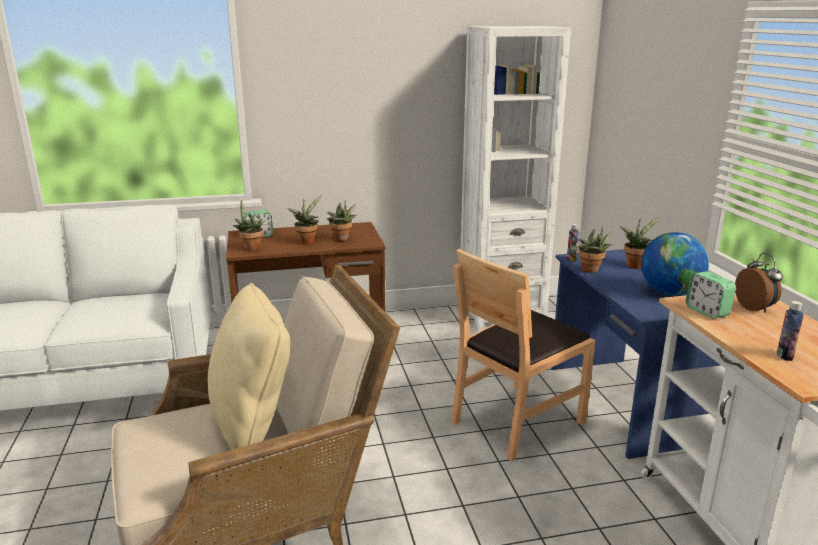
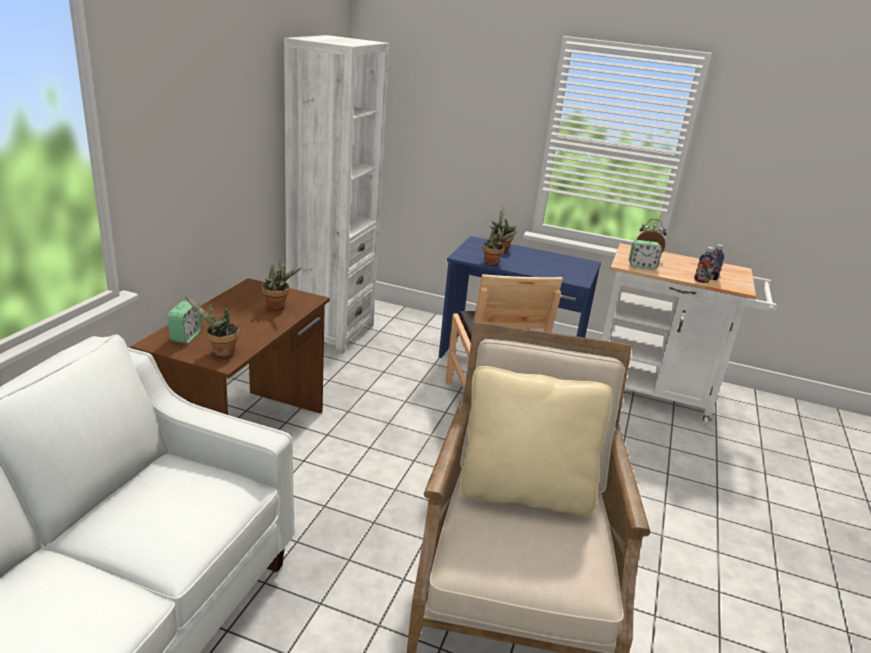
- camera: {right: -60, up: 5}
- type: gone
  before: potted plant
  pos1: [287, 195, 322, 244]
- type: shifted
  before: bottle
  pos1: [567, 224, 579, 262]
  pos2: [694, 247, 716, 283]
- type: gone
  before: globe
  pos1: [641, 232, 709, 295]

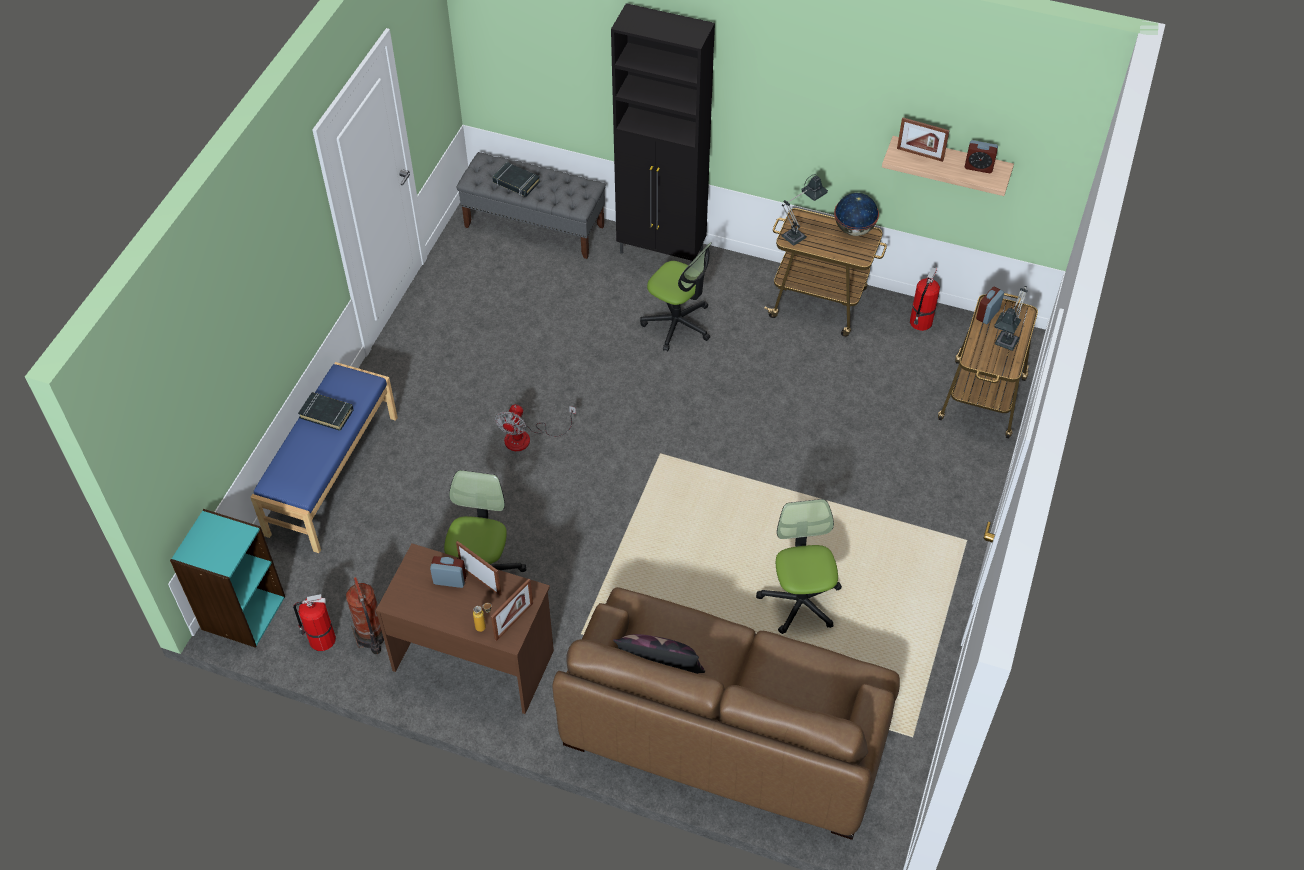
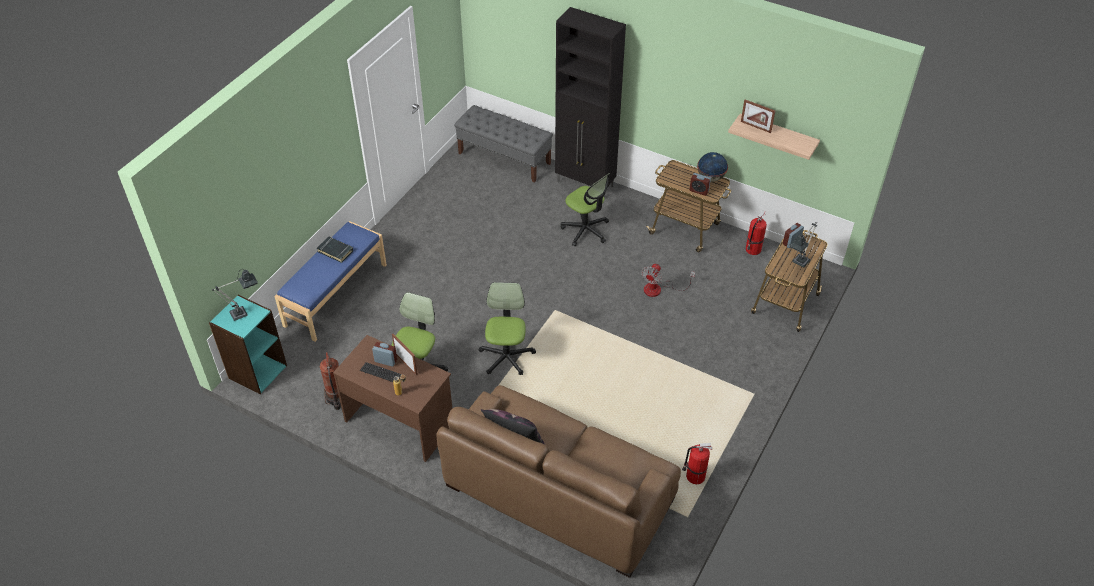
- camera: {right: 10, up: -5}
- type: shifted
  before: alarm clock
  pos1: [965, 140, 998, 173]
  pos2: [689, 173, 711, 196]
- type: gone
  before: black book
  pos1: [492, 162, 540, 197]
- type: shifted
  before: table lamp
  pos1: [781, 174, 828, 246]
  pos2: [212, 269, 258, 321]
- type: shifted
  before: fan
  pos1: [495, 404, 576, 451]
  pos2: [641, 264, 695, 297]
- type: shifted
  before: office chair
  pos1: [756, 499, 842, 634]
  pos2: [479, 282, 536, 375]
- type: gone
  before: picture frame
  pos1: [491, 579, 533, 641]
- type: shifted
  before: fire extinguisher
  pos1: [293, 594, 336, 651]
  pos2: [682, 443, 712, 484]
- type: new
  after: keyboard
  pos2: [360, 362, 402, 382]

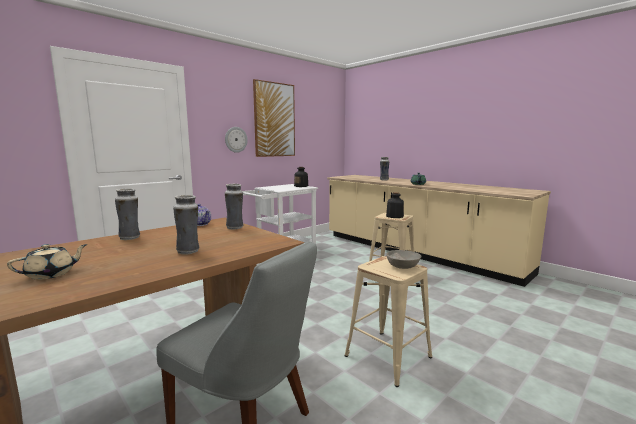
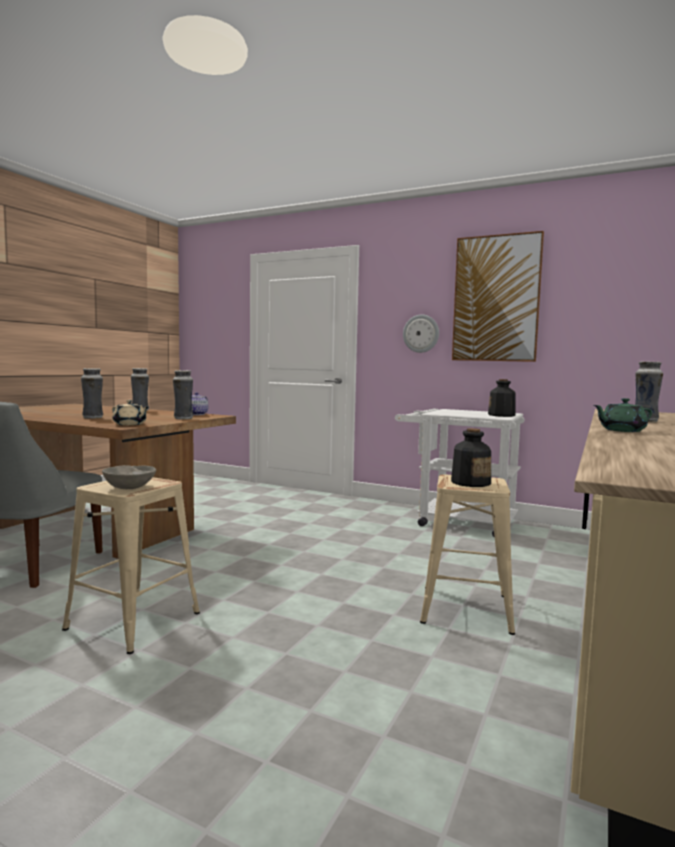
- camera: {right: 70, up: -5}
- type: shifted
  before: beige teapot
  pos1: [7, 244, 88, 280]
  pos2: [112, 400, 148, 425]

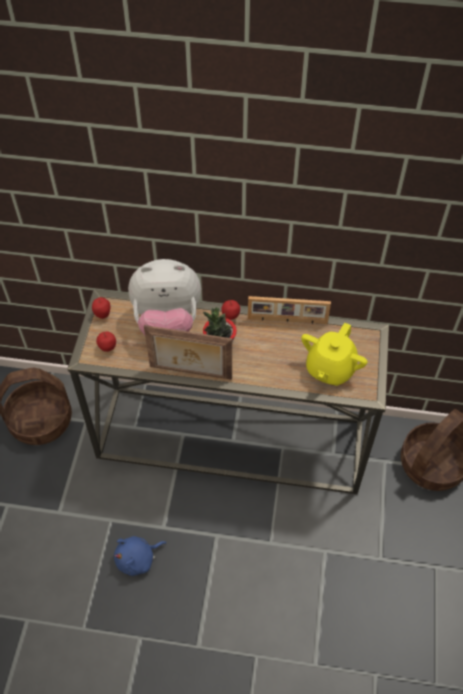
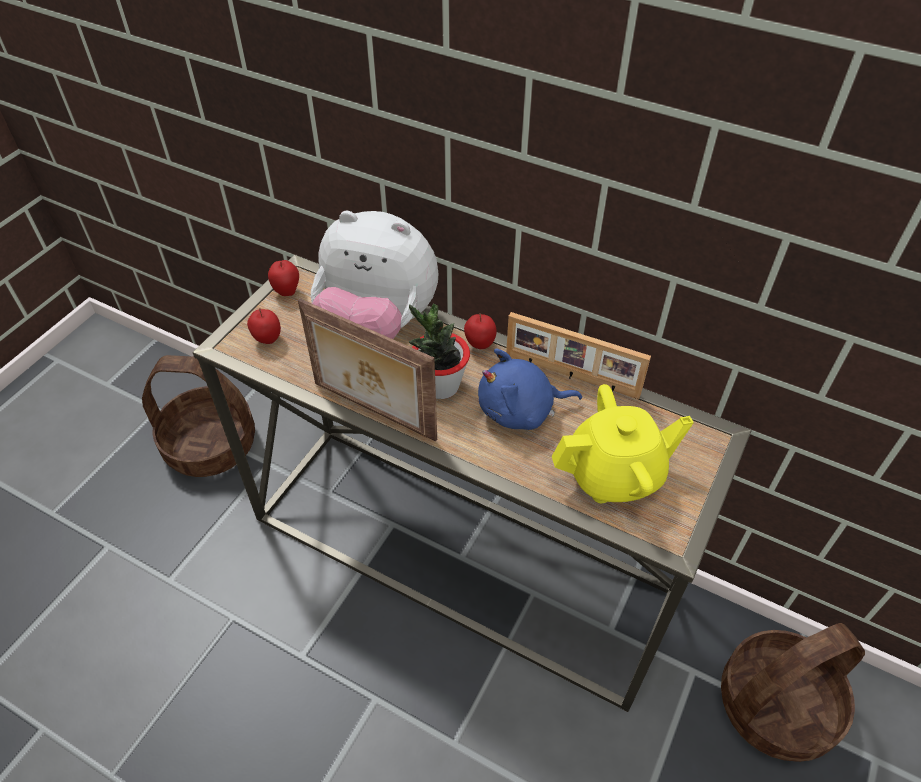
- camera: {right: 20, up: -5}
- type: rotated
  before: yellow teapot
  pos1: [301, 322, 368, 386]
  pos2: [552, 384, 694, 503]
  turn: -150
- type: shifted
  before: blue plush toy
  pos1: [114, 536, 166, 576]
  pos2: [478, 348, 582, 430]

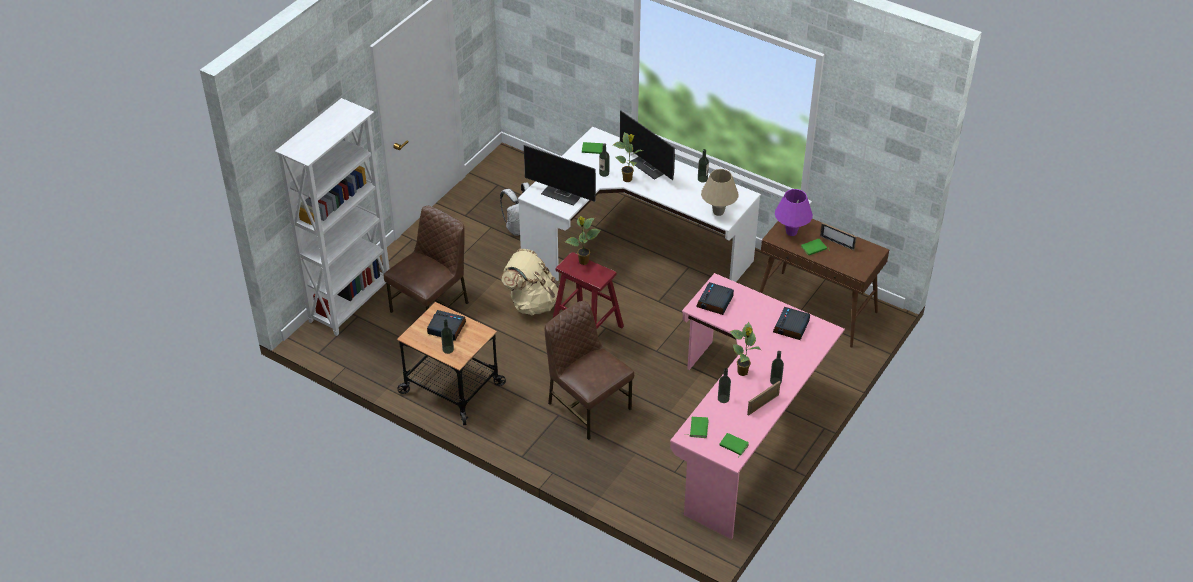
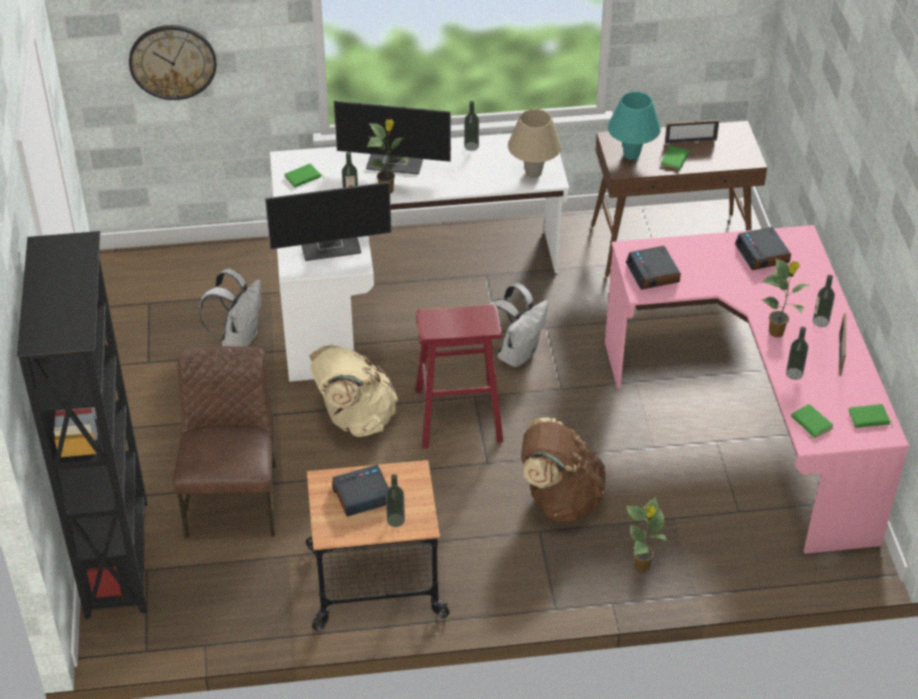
- camera: {right: -40, up: 0}
- type: repainted
  before: white bookcase
  after: black bookcase
  pos1: [275, 98, 391, 336]
  pos2: [17, 231, 148, 619]
- type: repainted
  before: purple table lamp
  after: turquoise table lamp
  pos1: [775, 189, 813, 236]
  pos2: [608, 91, 661, 160]
- type: shifted
  before: potted plant
  pos1: [565, 216, 601, 265]
  pos2: [626, 497, 667, 572]
- type: swapped
  before: brown chair
  after: brown backpack
  pos1: [545, 301, 634, 440]
  pos2: [521, 417, 606, 522]
- type: new
  after: wall clock
  pos2: [129, 25, 216, 100]
- type: new
  after: white backpack
  pos2: [488, 283, 549, 367]

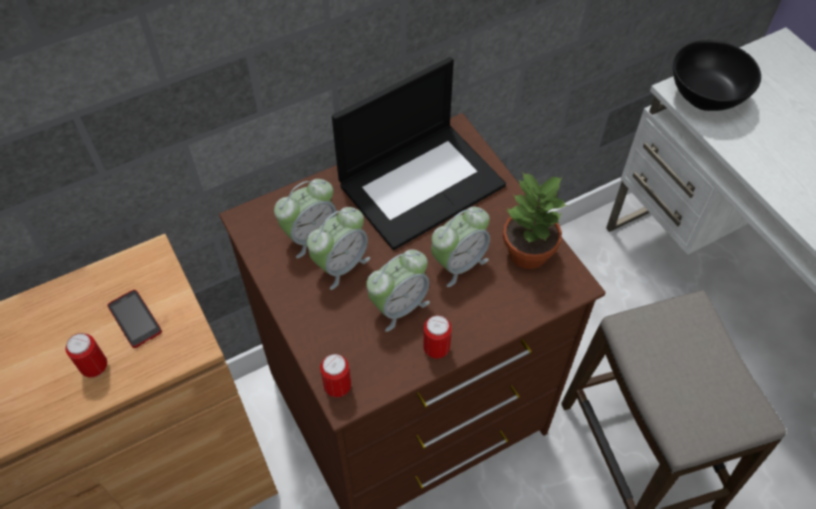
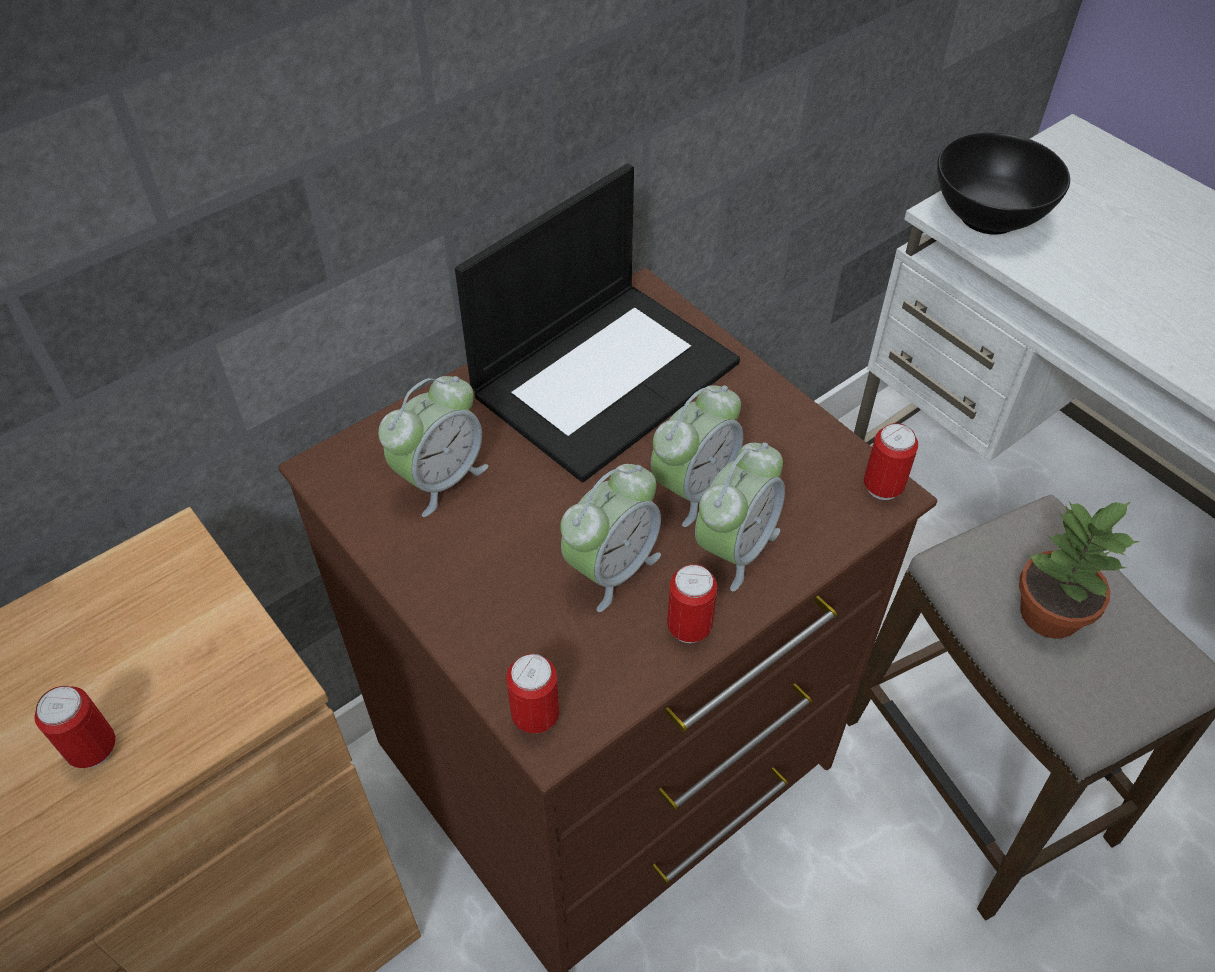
- camera: {right: -10, up: -5}
- type: shifted
  before: potted plant
  pos1: [503, 172, 568, 269]
  pos2: [1019, 501, 1140, 639]
- type: shifted
  before: alarm clock
  pos1: [307, 207, 370, 290]
  pos2: [695, 442, 785, 591]
- type: gone
  before: phone
  pos1: [108, 290, 162, 348]
- type: new
  after: can
  pos2: [864, 423, 918, 500]

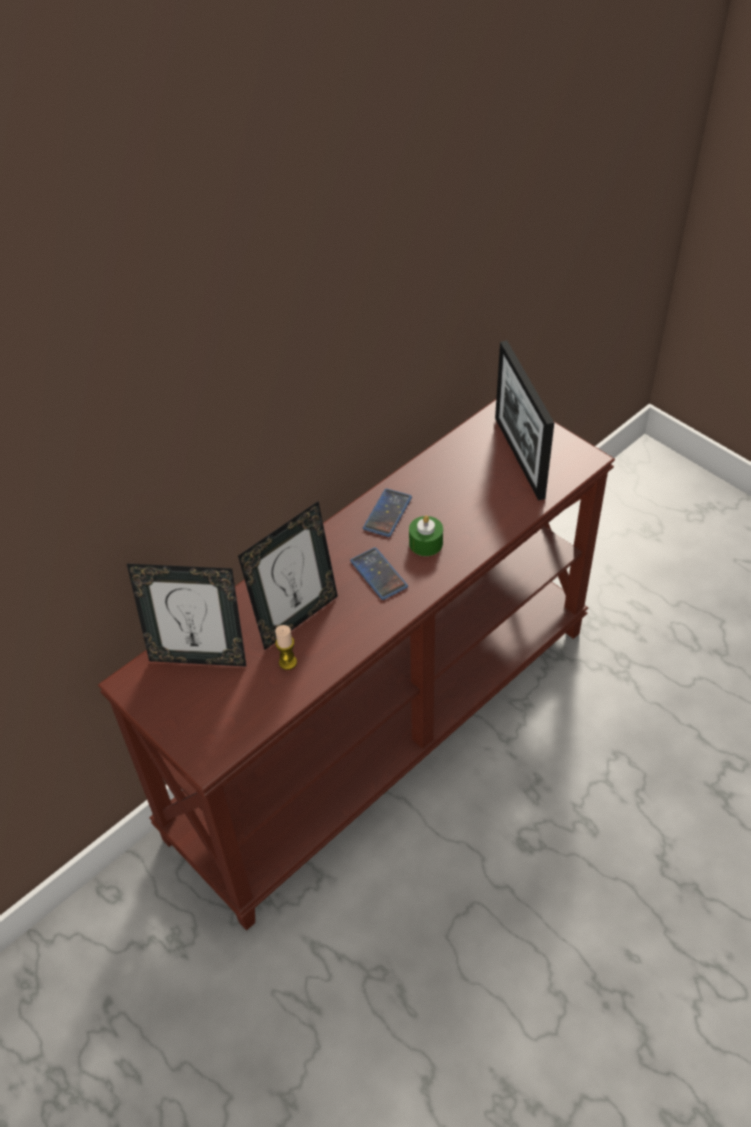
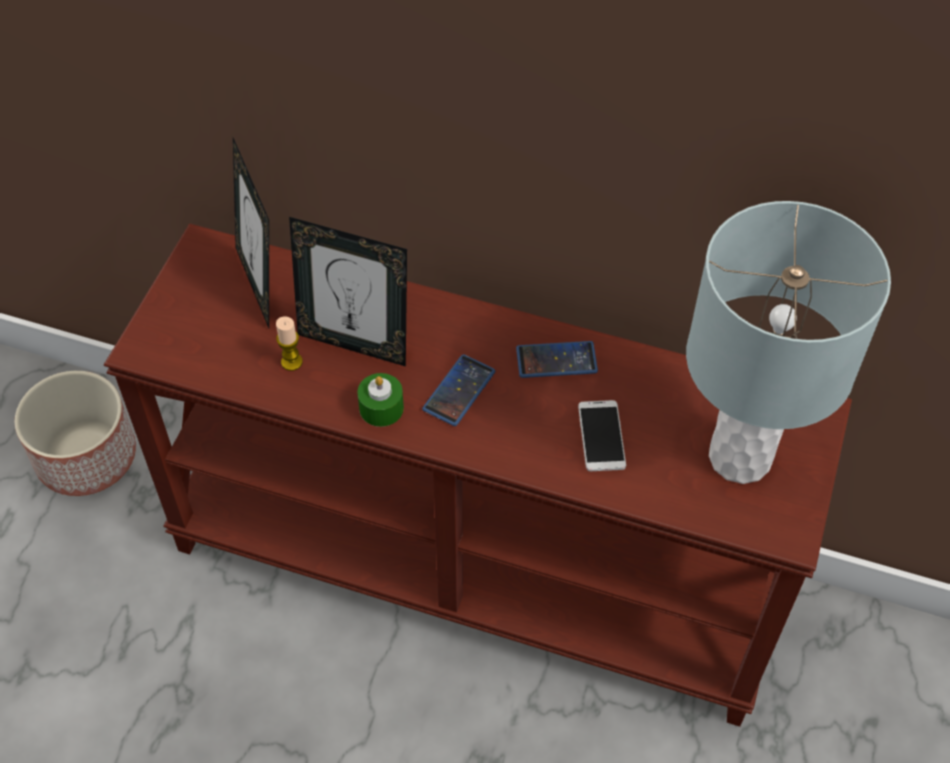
- camera: {right: 60, up: 5}
- type: swapped
  before: picture frame
  after: grey table lamp
  pos1: [495, 341, 554, 500]
  pos2: [686, 201, 891, 484]
- type: shifted
  before: green candle
  pos1: [409, 515, 443, 556]
  pos2: [358, 373, 404, 427]
- type: new
  after: planter
  pos2: [14, 371, 136, 496]
- type: new
  after: phone
  pos2: [578, 400, 626, 471]

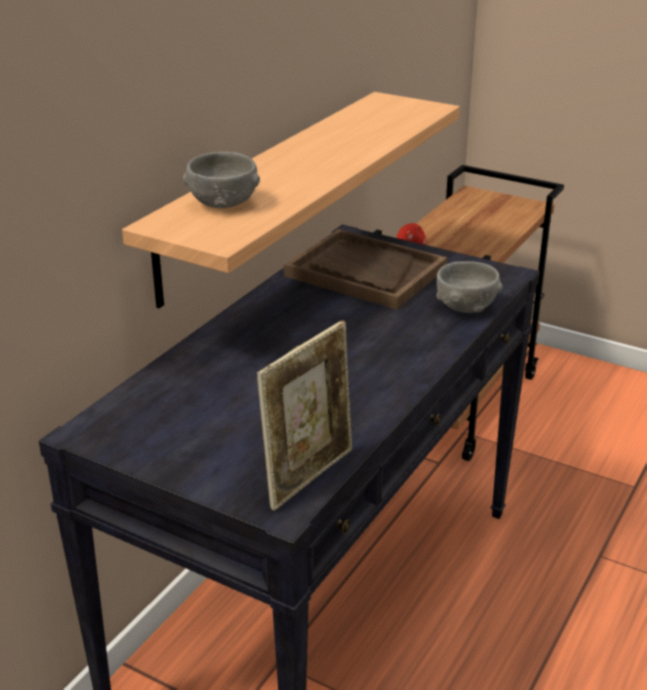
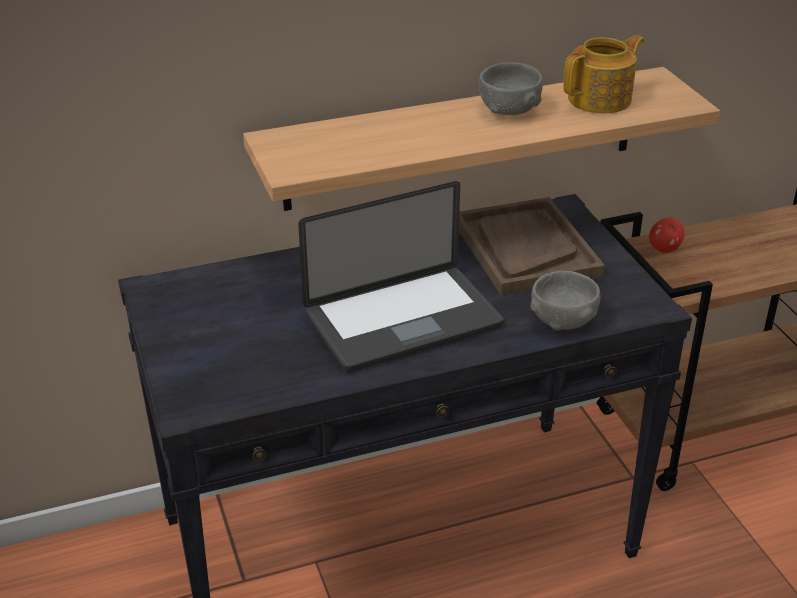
- camera: {right: 40, up: 5}
- type: shifted
  before: grey bowl
  pos1: [183, 152, 260, 208]
  pos2: [479, 62, 543, 115]
- type: gone
  before: picture frame
  pos1: [257, 321, 352, 511]
- type: new
  after: teapot
  pos2: [563, 35, 644, 113]
- type: new
  after: laptop
  pos2: [298, 181, 504, 372]

